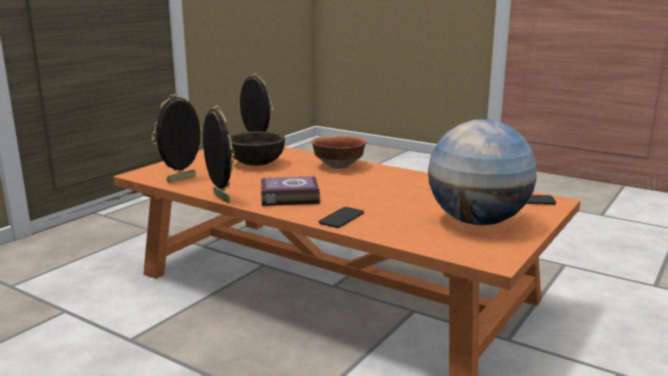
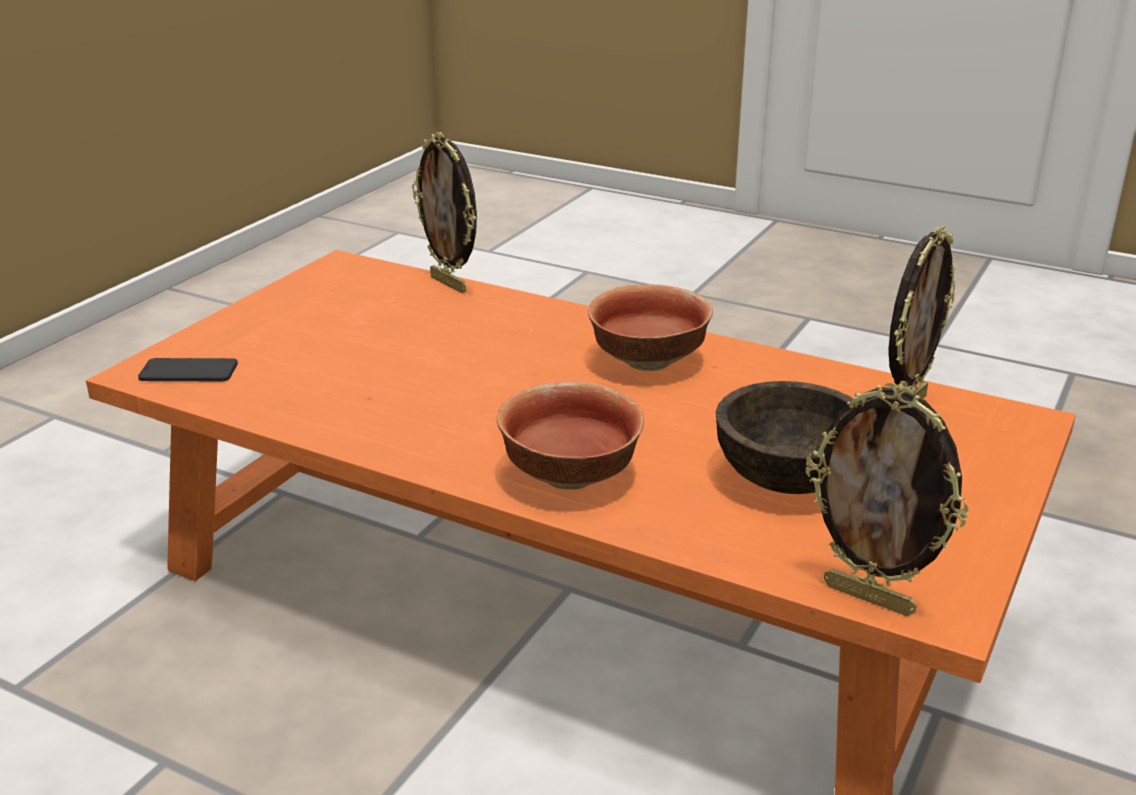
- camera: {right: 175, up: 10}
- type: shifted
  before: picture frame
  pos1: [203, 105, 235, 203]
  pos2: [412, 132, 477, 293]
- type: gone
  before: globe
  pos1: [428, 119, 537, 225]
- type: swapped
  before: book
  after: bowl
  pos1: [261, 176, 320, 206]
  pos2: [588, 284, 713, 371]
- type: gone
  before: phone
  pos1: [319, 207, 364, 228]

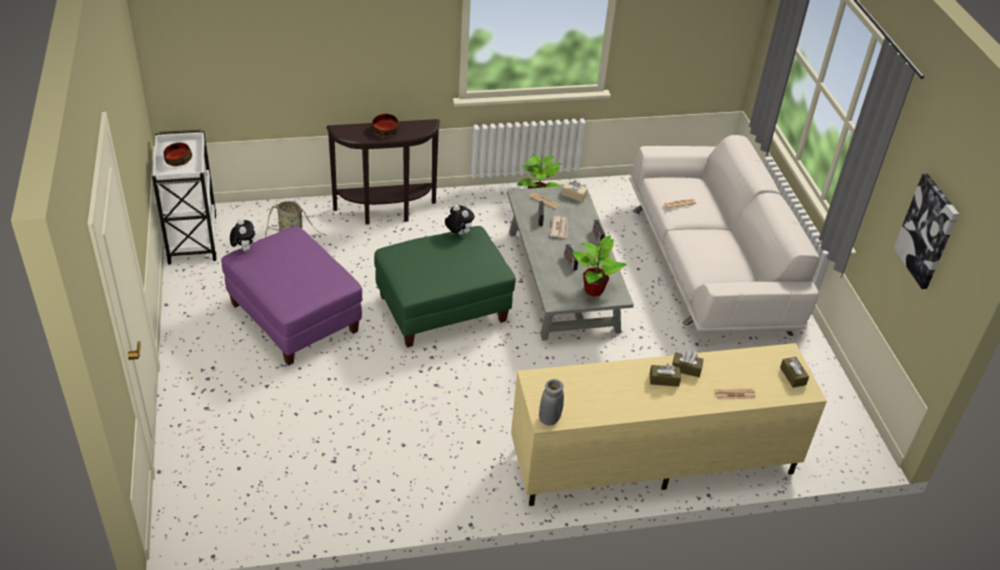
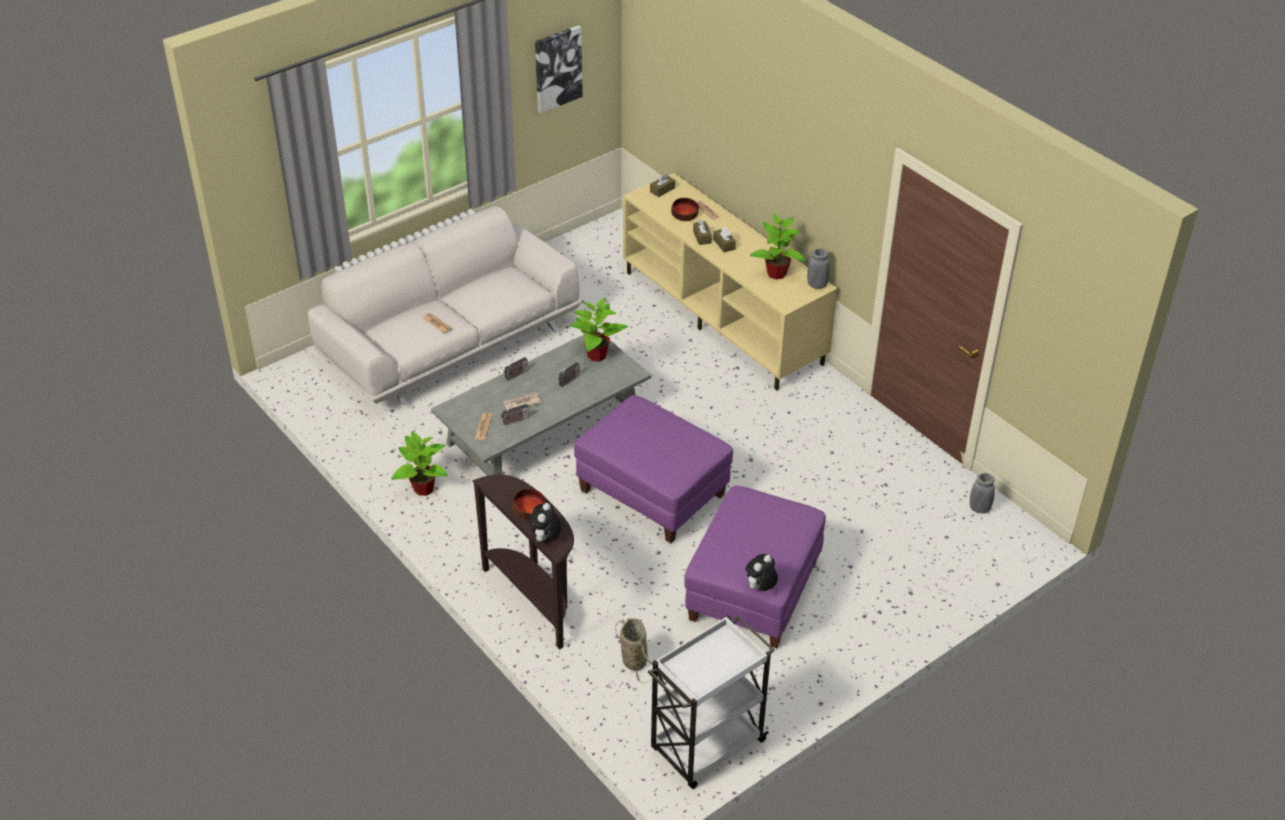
- camera: {right: -115, up: 0}
- type: shifted
  before: bowl
  pos1: [163, 143, 192, 166]
  pos2: [671, 198, 699, 221]
- type: gone
  before: beige tissue box
  pos1: [562, 180, 588, 202]
- type: shifted
  before: plush toy
  pos1: [445, 205, 475, 235]
  pos2: [529, 503, 561, 542]
- type: repainted
  before: green ottoman
  after: purple ottoman
  pos1: [374, 226, 516, 348]
  pos2: [574, 395, 733, 543]
- type: new
  after: potted plant
  pos2: [750, 214, 805, 280]
- type: new
  after: grey vase
  pos2: [970, 473, 995, 514]

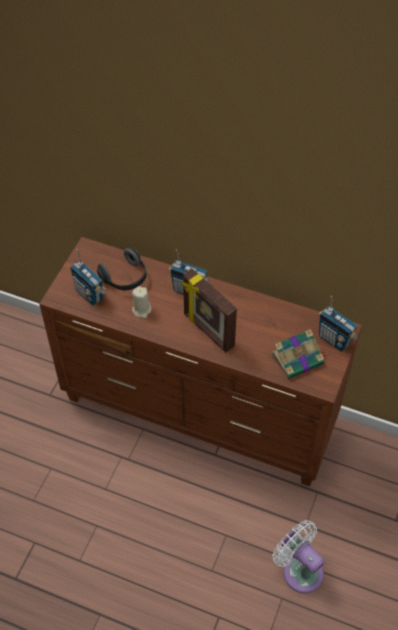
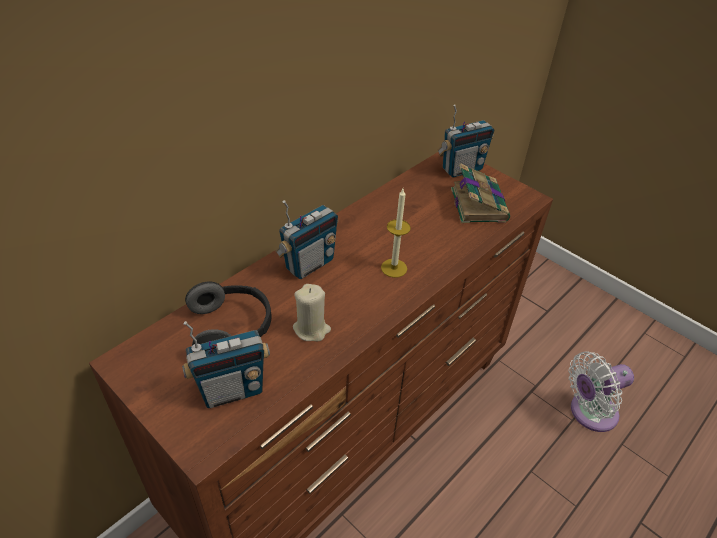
- camera: {right: -70, up: -10}
- type: swapped
  before: picture frame
  after: candle
  pos1: [182, 269, 237, 353]
  pos2: [381, 189, 411, 278]

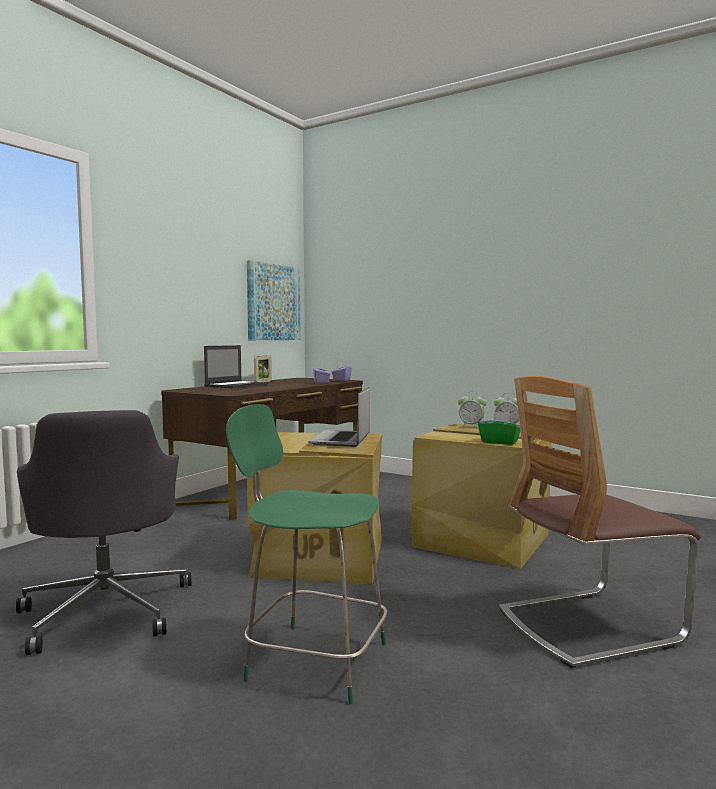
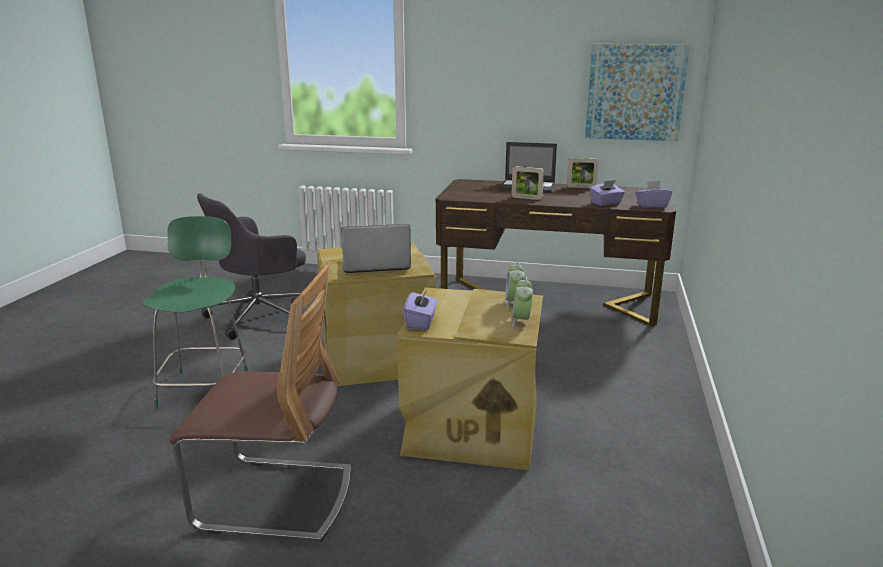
- camera: {right: 70, up: 15}
- type: rotated
  before: chair
  pos1: [499, 376, 701, 668]
  pos2: [169, 262, 351, 542]
  turn: 135
- type: repainted
  before: green tissue box
  after: purple tissue box
  pos1: [478, 411, 520, 445]
  pos2: [404, 288, 437, 330]
- type: new
  after: picture frame
  pos2: [511, 166, 544, 200]

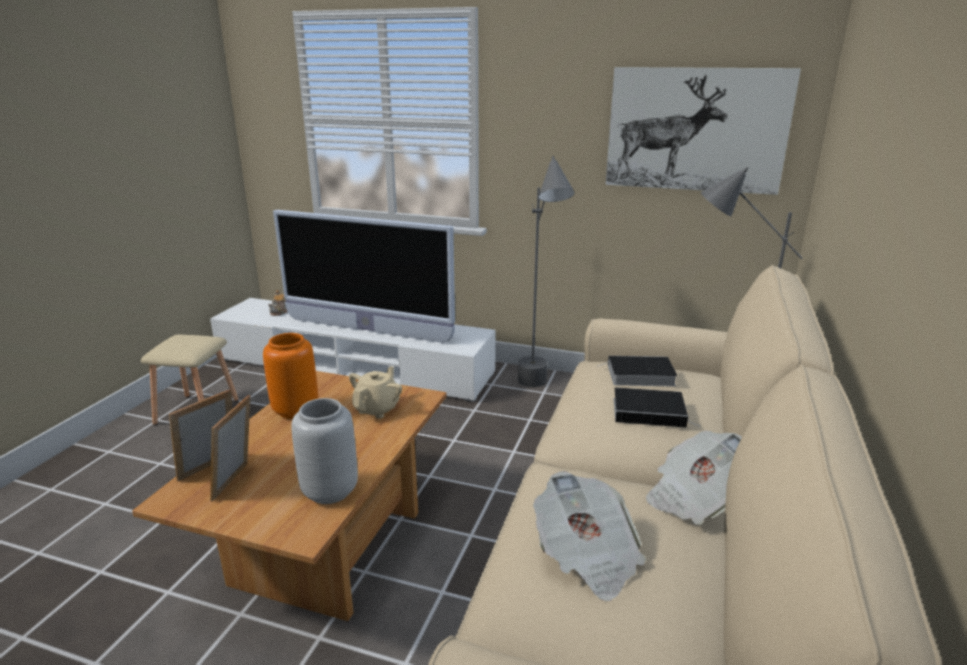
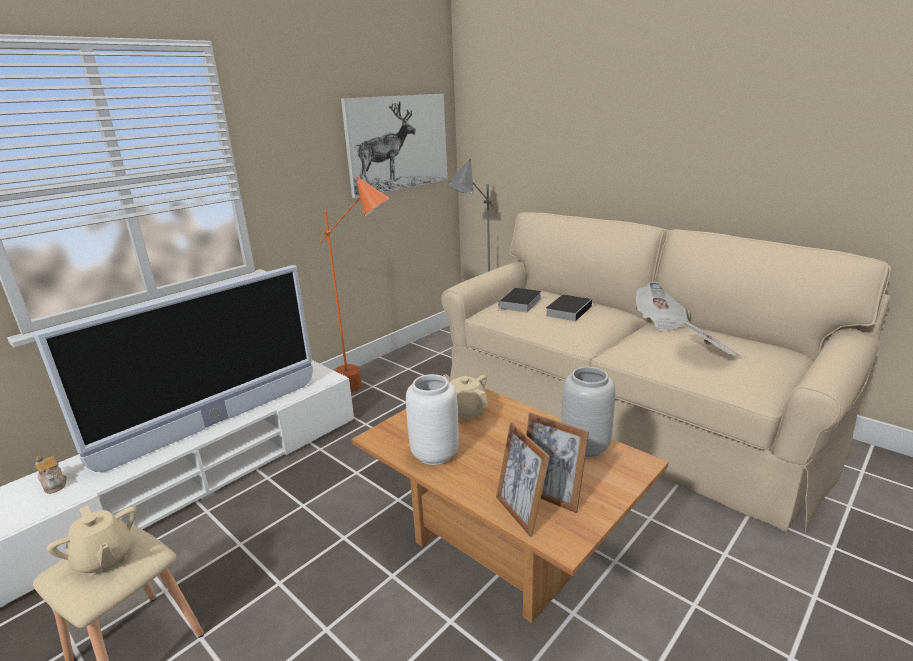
- camera: {right: -65, up: 0}
- type: repainted
  before: grey floor lamp
  after: orange floor lamp
  pos1: [518, 156, 575, 387]
  pos2: [319, 176, 390, 392]
- type: repainted
  before: orange vase
  after: white vase
  pos1: [263, 333, 318, 419]
  pos2: [406, 374, 459, 465]
- type: new
  after: beige teapot
  pos2: [47, 506, 136, 576]

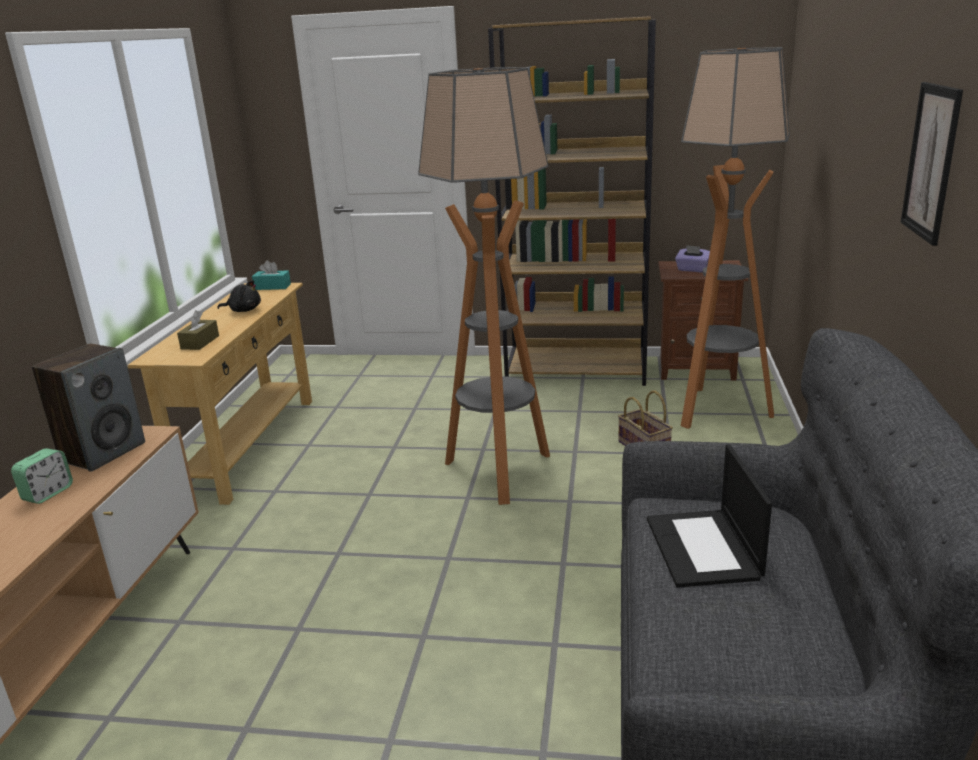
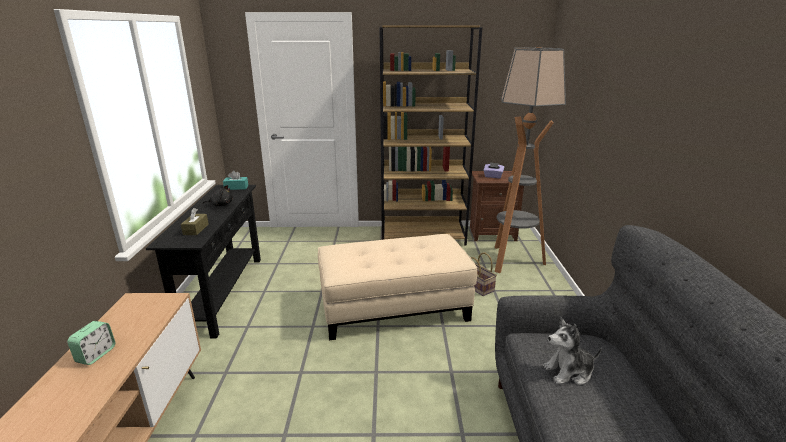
- camera: {right: -10, up: 0}
- type: swapped
  before: floor lamp
  after: beige ottoman
  pos1: [418, 67, 550, 505]
  pos2: [318, 234, 477, 340]
- type: gone
  before: picture
  pos1: [901, 82, 963, 246]
- type: repainted
  before: beige console table
  after: black console table
  pos1: [127, 283, 312, 505]
  pos2: [146, 185, 261, 338]
- type: gone
  before: speaker
  pos1: [32, 343, 145, 472]
- type: swapped
  before: laptop
  after: plush toy
  pos1: [647, 444, 772, 588]
  pos2: [543, 317, 602, 385]

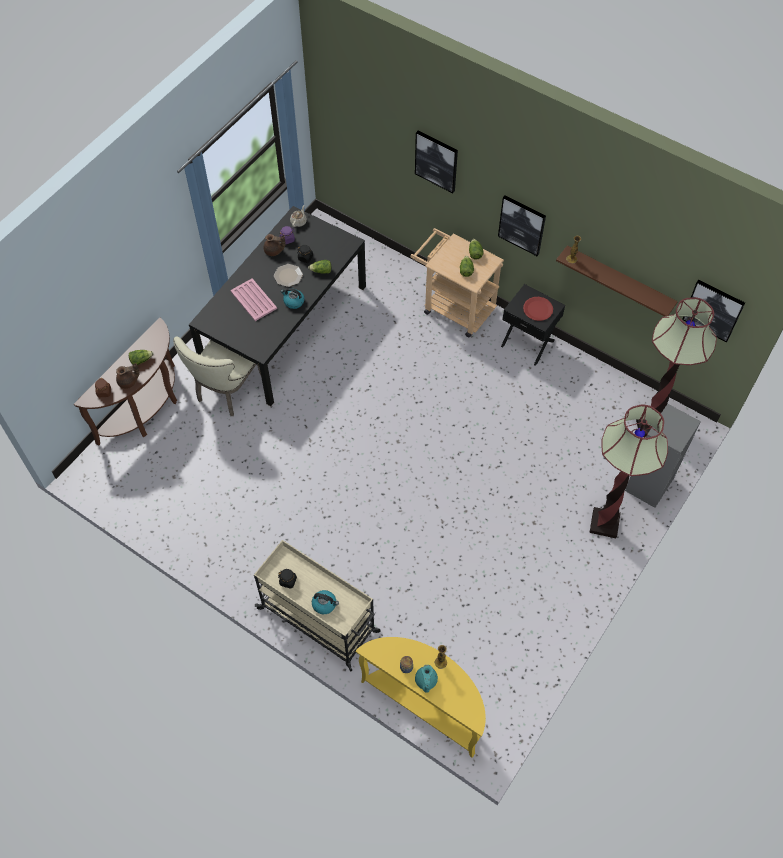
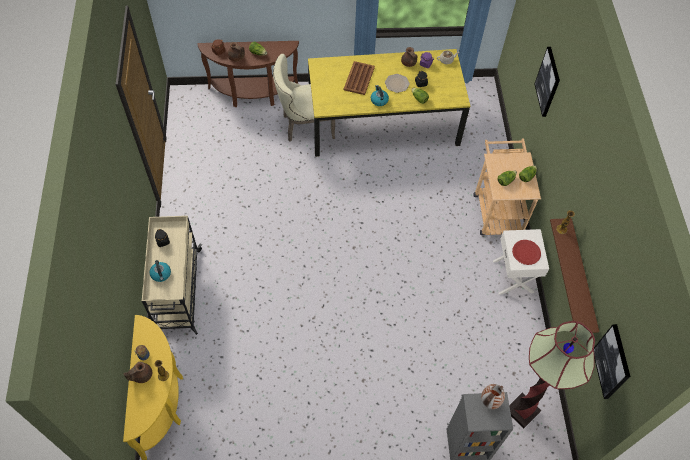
- camera: {right: 50, up: 0}
- type: gone
  before: picture
  pos1: [498, 195, 546, 256]
- type: repainted
  before: black dining table
  after: yellow dining table
  pos1: [189, 206, 366, 406]
  pos2: [308, 49, 470, 157]
- type: repainted
  before: pink tray
  after: brown tray
  pos1: [230, 279, 277, 321]
  pos2: [344, 61, 375, 95]
- type: repainted
  before: black nightstand
  after: white nightstand
  pos1: [501, 284, 565, 366]
  pos2: [493, 229, 549, 294]
- type: gone
  before: floor lamp
  pos1: [589, 404, 668, 538]
- type: repainted
  before: turquoise teapot
  after: brown teapot
  pos1: [415, 665, 438, 693]
  pos2: [124, 362, 152, 383]
- type: new
  after: vase
  pos2: [481, 384, 505, 409]

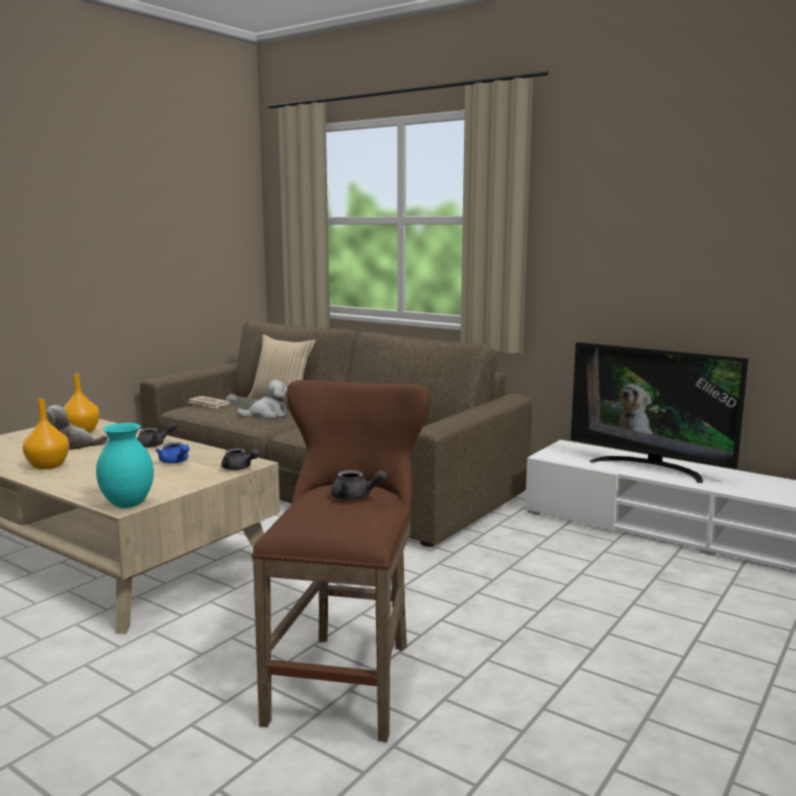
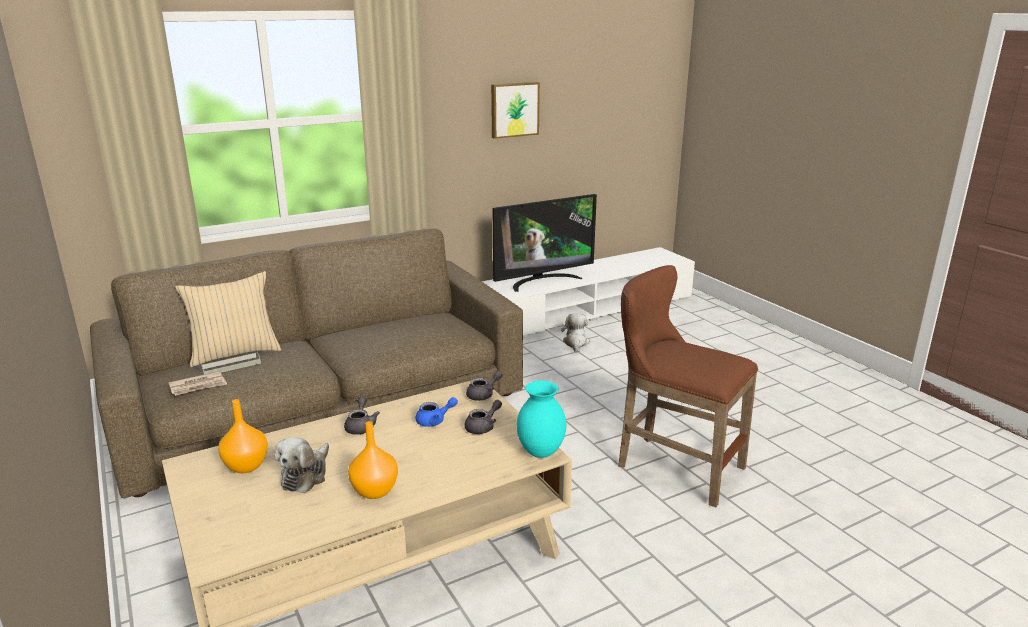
- camera: {right: -65, up: 10}
- type: shifted
  before: plush toy
  pos1: [237, 380, 287, 418]
  pos2: [561, 313, 590, 353]
- type: shifted
  before: grey teapot
  pos1: [331, 470, 388, 500]
  pos2: [465, 400, 502, 434]
- type: new
  after: picture
  pos2: [491, 82, 540, 139]

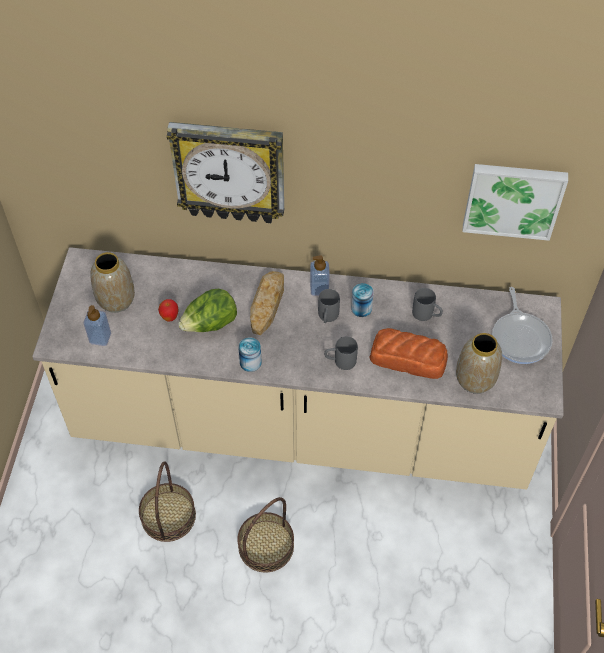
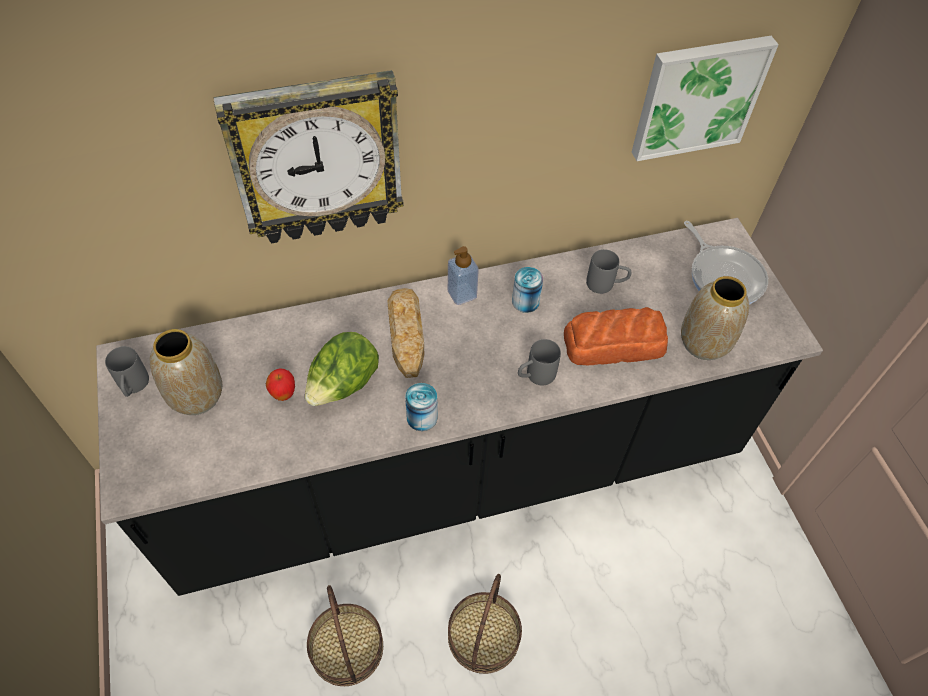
- camera: {right: -25, up: 0}
- type: repainted
  before: beige counter
  after: black counter
  pos1: [32, 247, 564, 490]
  pos2: [96, 218, 823, 596]
- type: shifted
  before: grey mug
  pos1: [318, 289, 340, 323]
  pos2: [105, 346, 149, 397]
- type: gone
  before: soap dispenser
  pos1: [83, 305, 111, 346]

